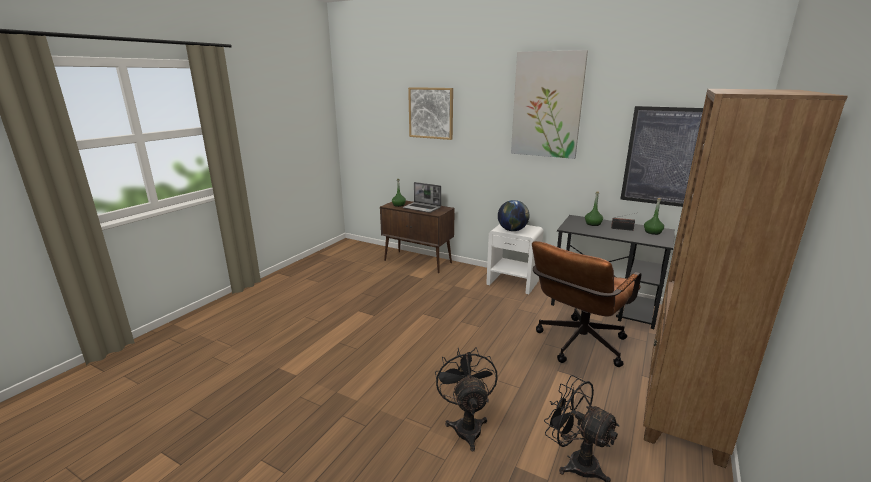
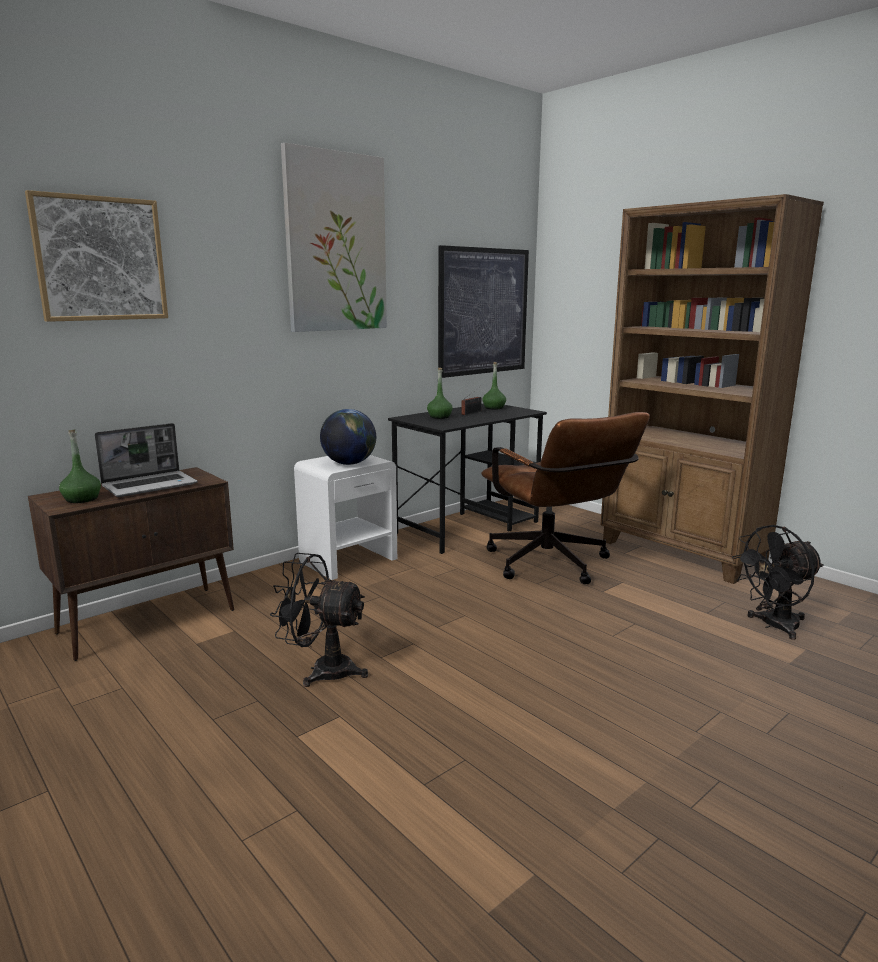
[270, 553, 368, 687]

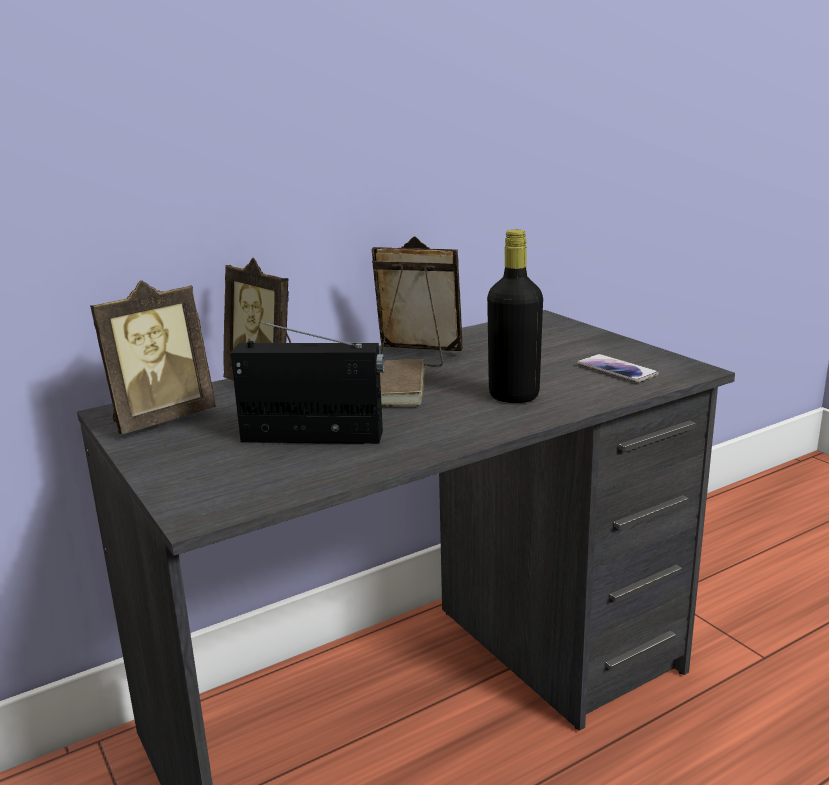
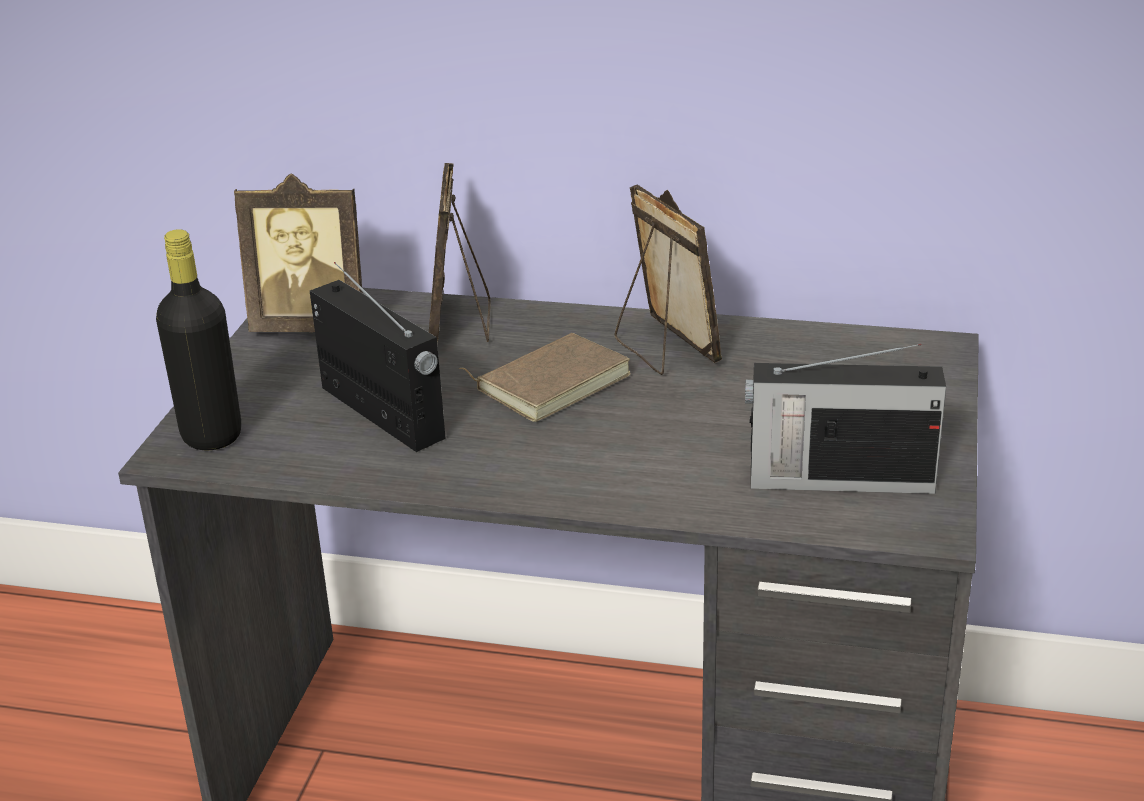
[156, 229, 241, 450]
[745, 344, 946, 494]

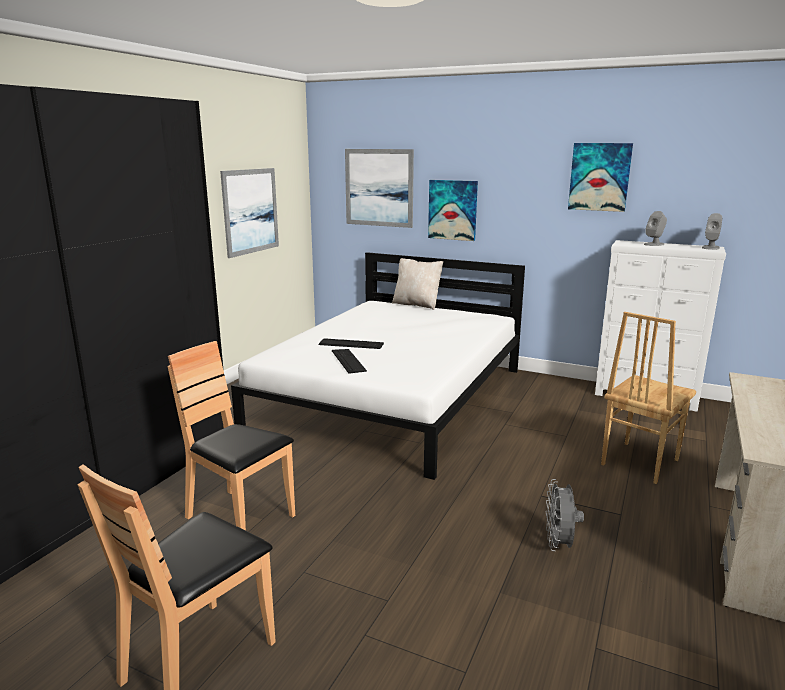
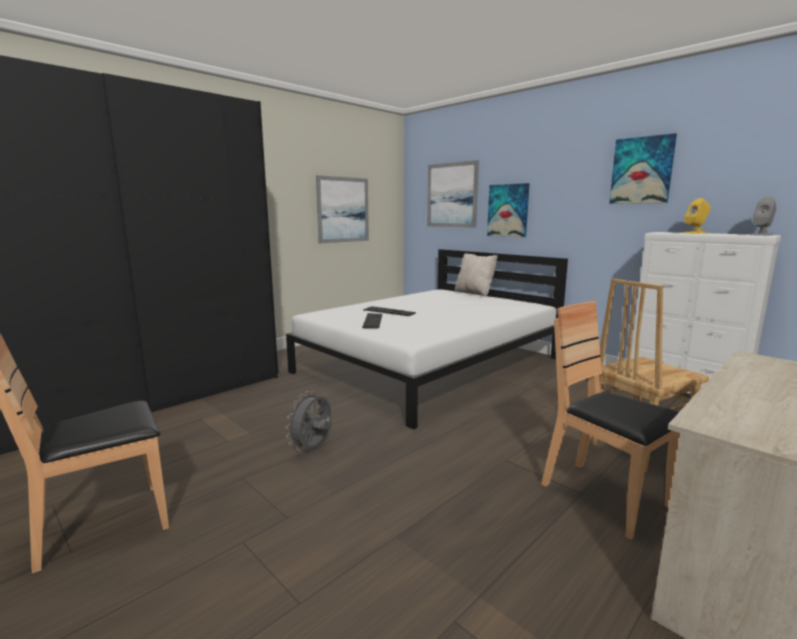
[683, 198, 711, 234]
[541, 301, 680, 540]
[285, 391, 331, 450]

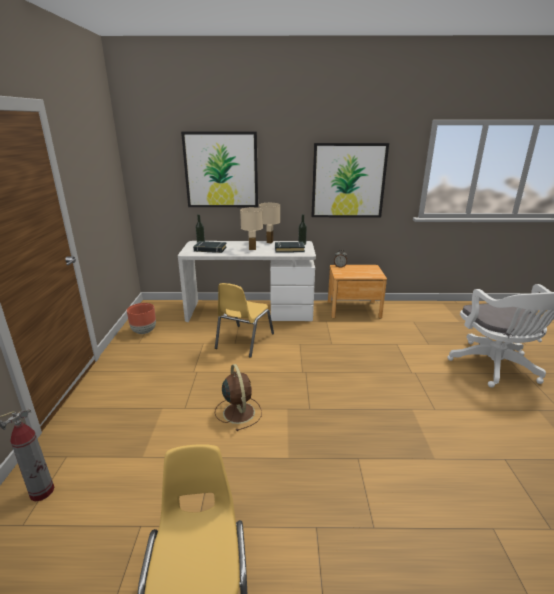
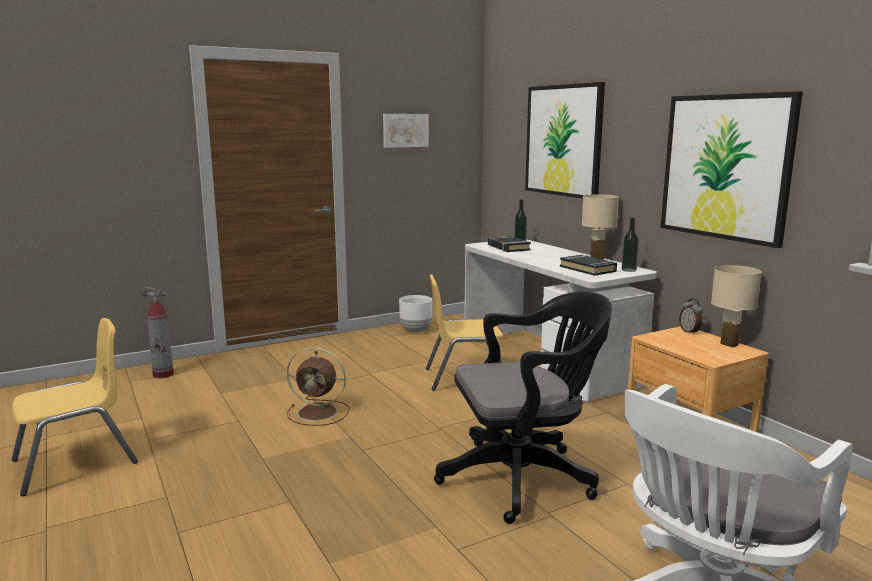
[711, 265, 762, 348]
[399, 295, 432, 333]
[286, 347, 349, 426]
[383, 114, 429, 148]
[434, 292, 612, 524]

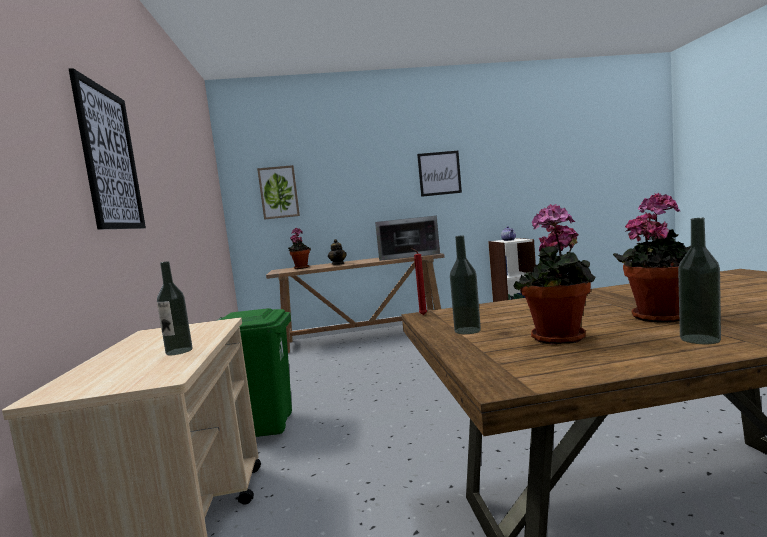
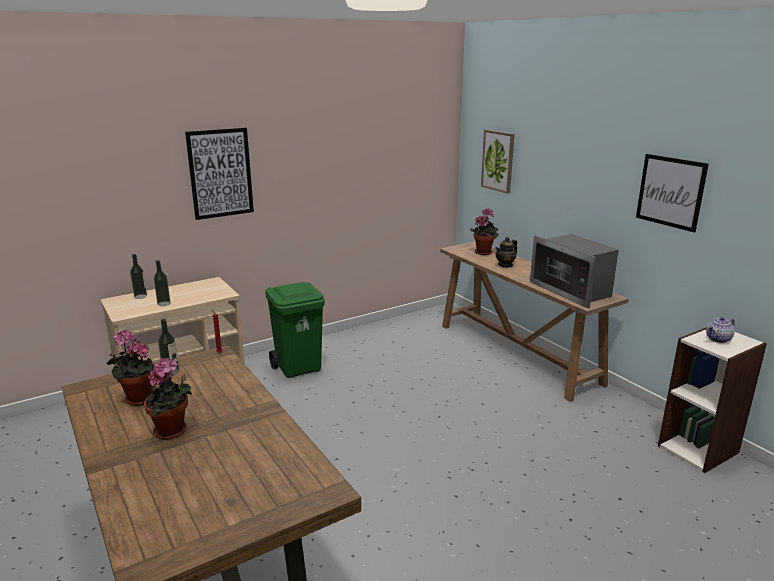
[130, 254, 147, 299]

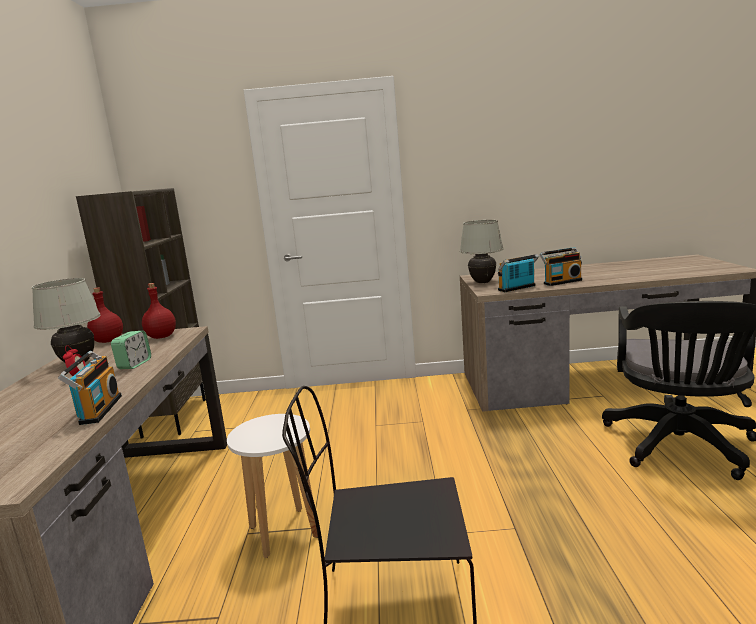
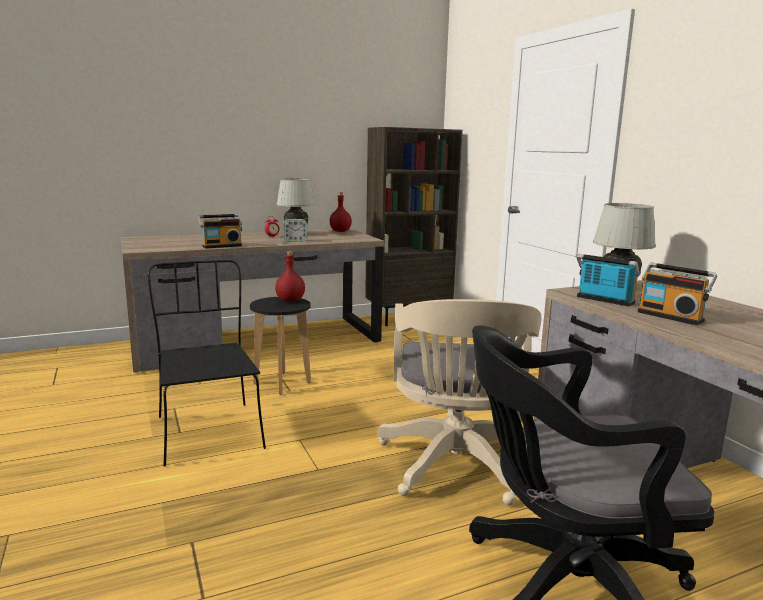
[275, 251, 305, 302]
[250, 297, 311, 395]
[377, 299, 541, 506]

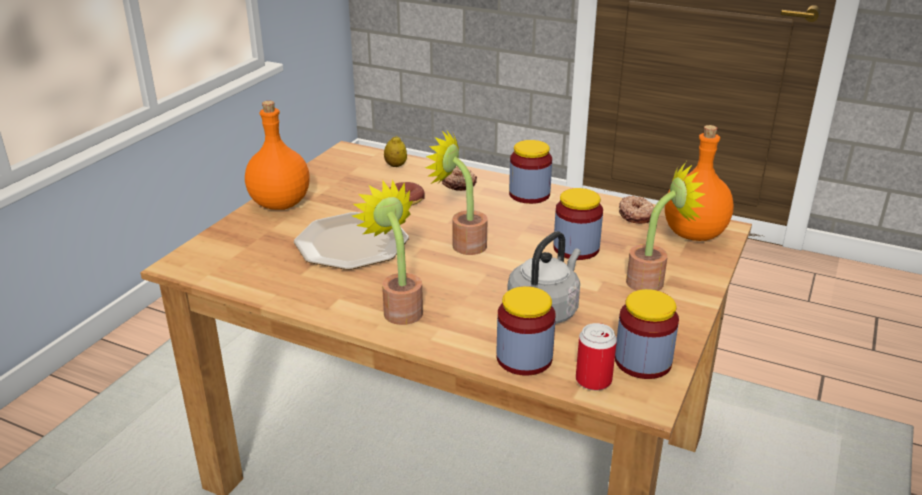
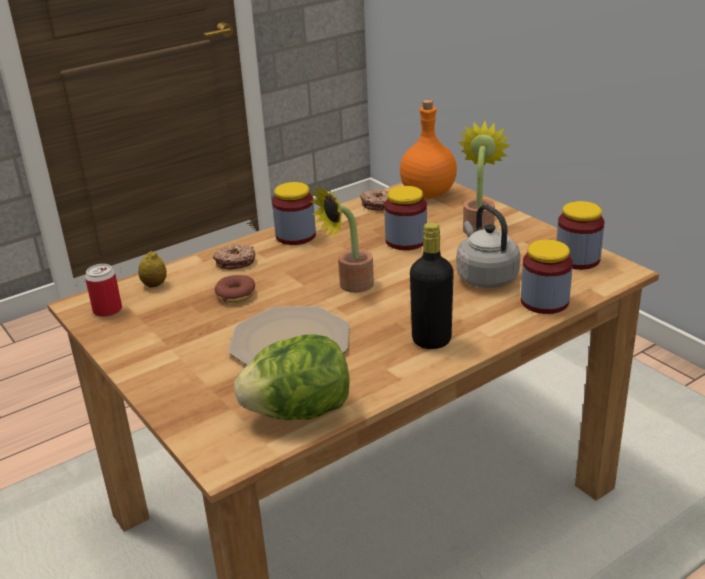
[245, 101, 310, 210] (first image)
[410, 222, 454, 349]
[85, 264, 122, 317]
[234, 334, 349, 420]

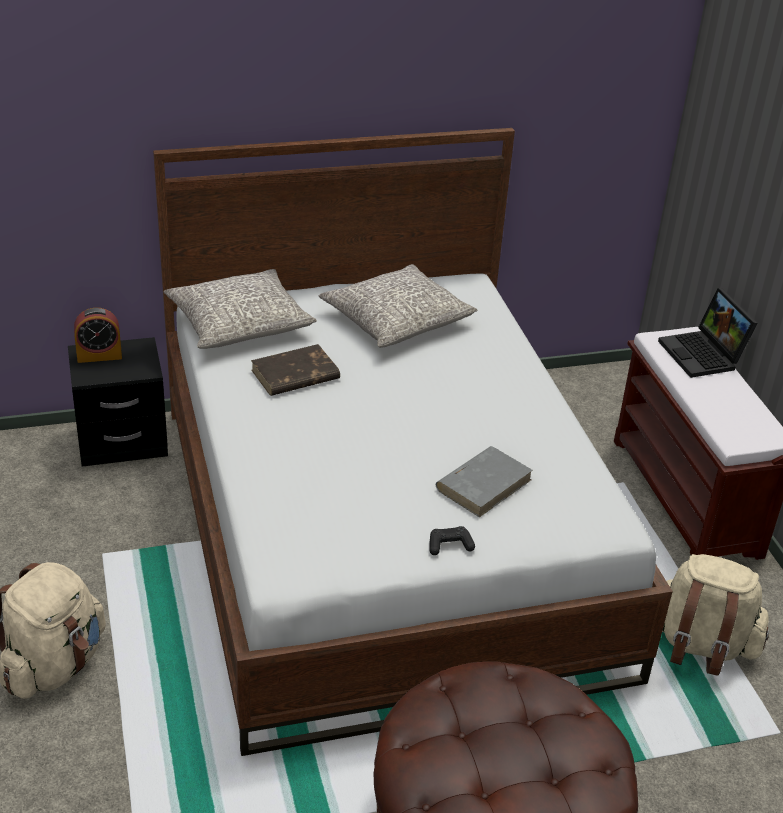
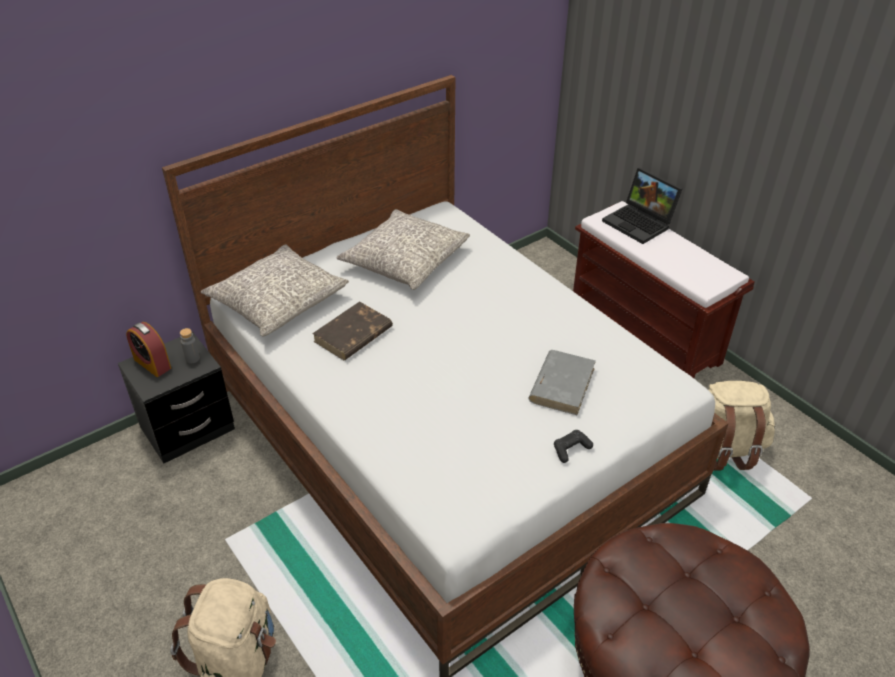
[126, 322, 171, 377]
[180, 328, 200, 363]

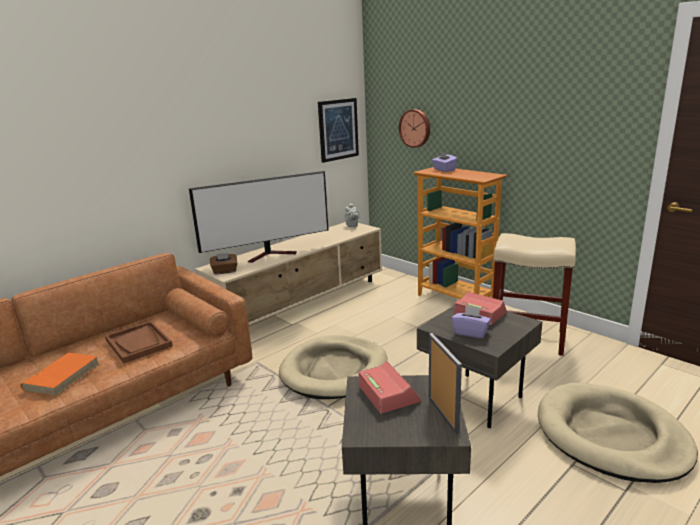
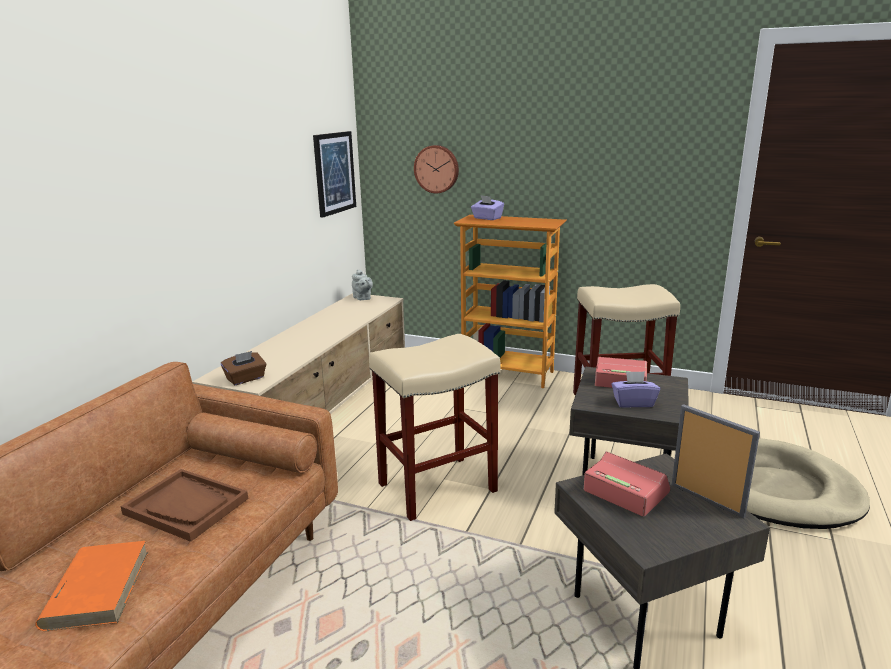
[189, 171, 329, 263] (first image)
[369, 334, 501, 521]

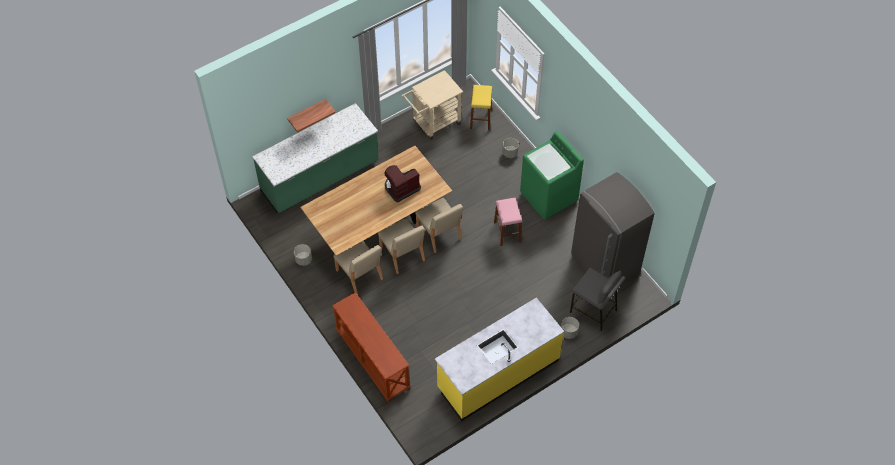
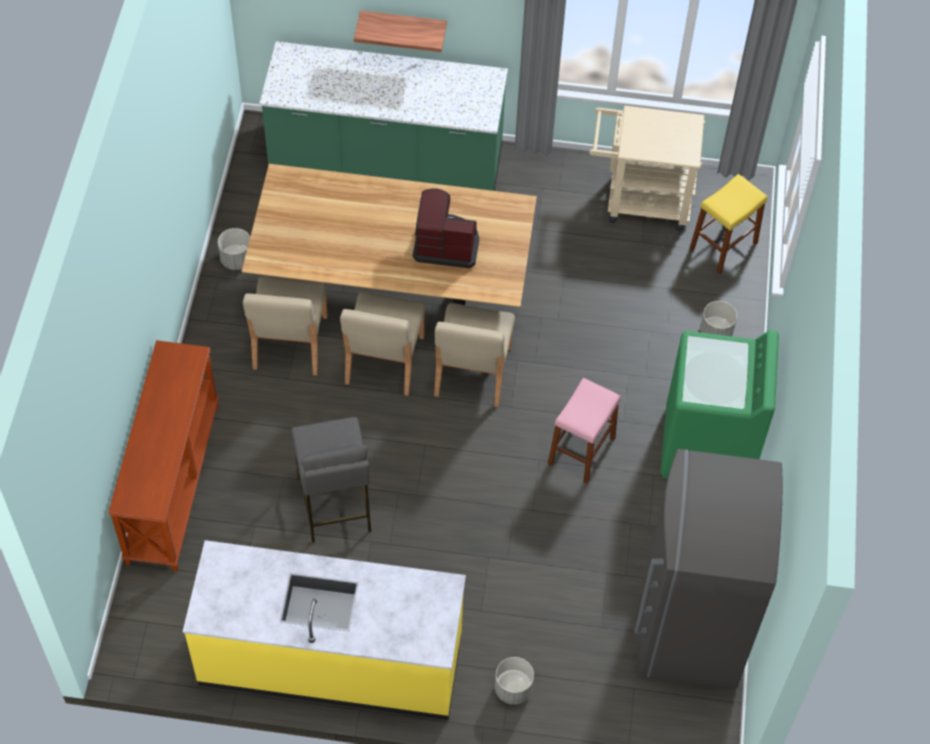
[291, 417, 371, 543]

